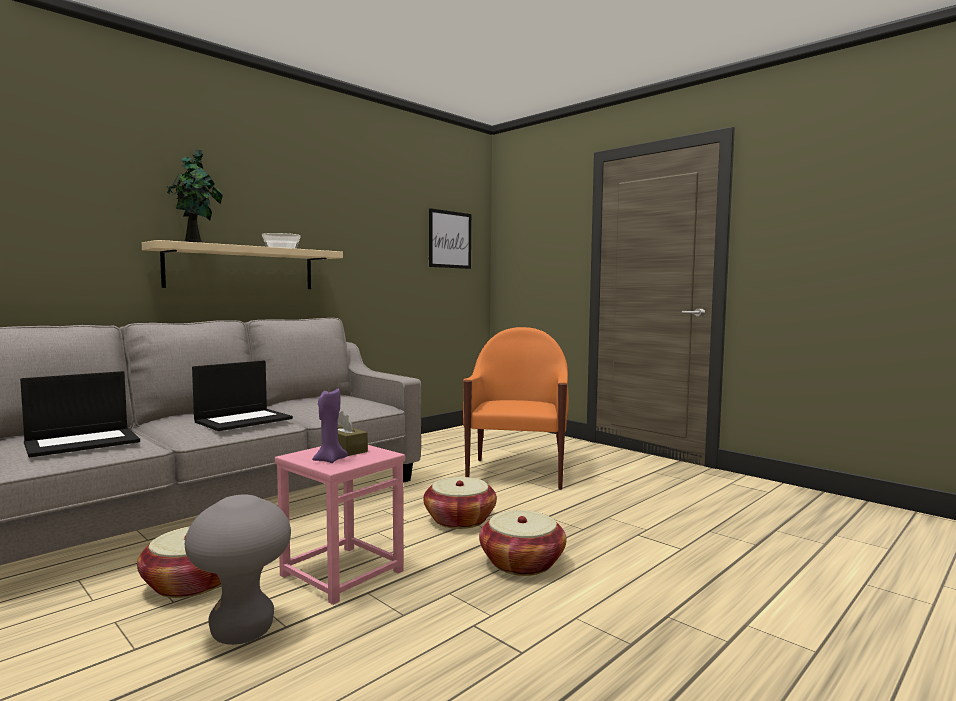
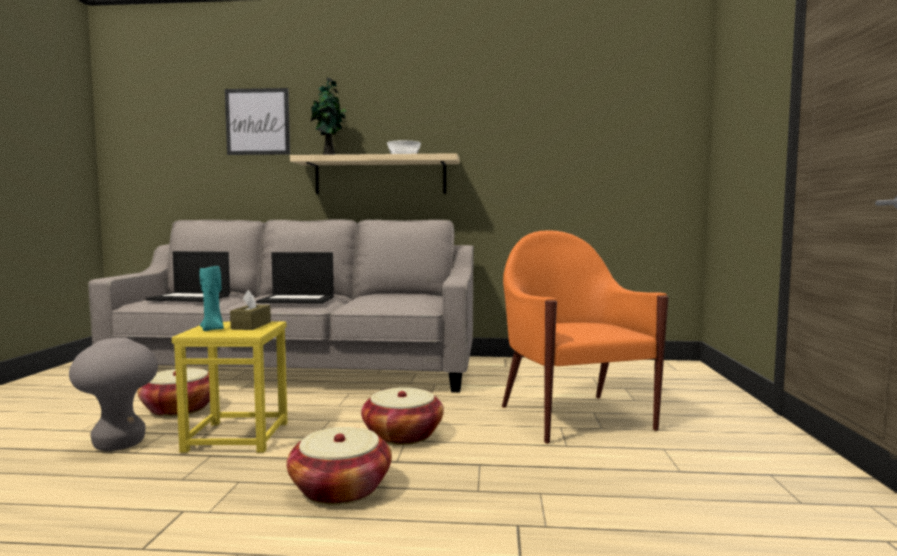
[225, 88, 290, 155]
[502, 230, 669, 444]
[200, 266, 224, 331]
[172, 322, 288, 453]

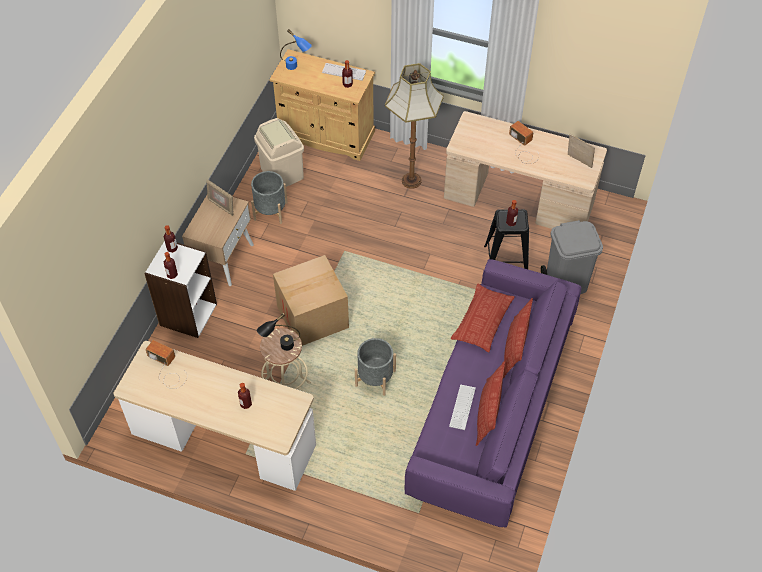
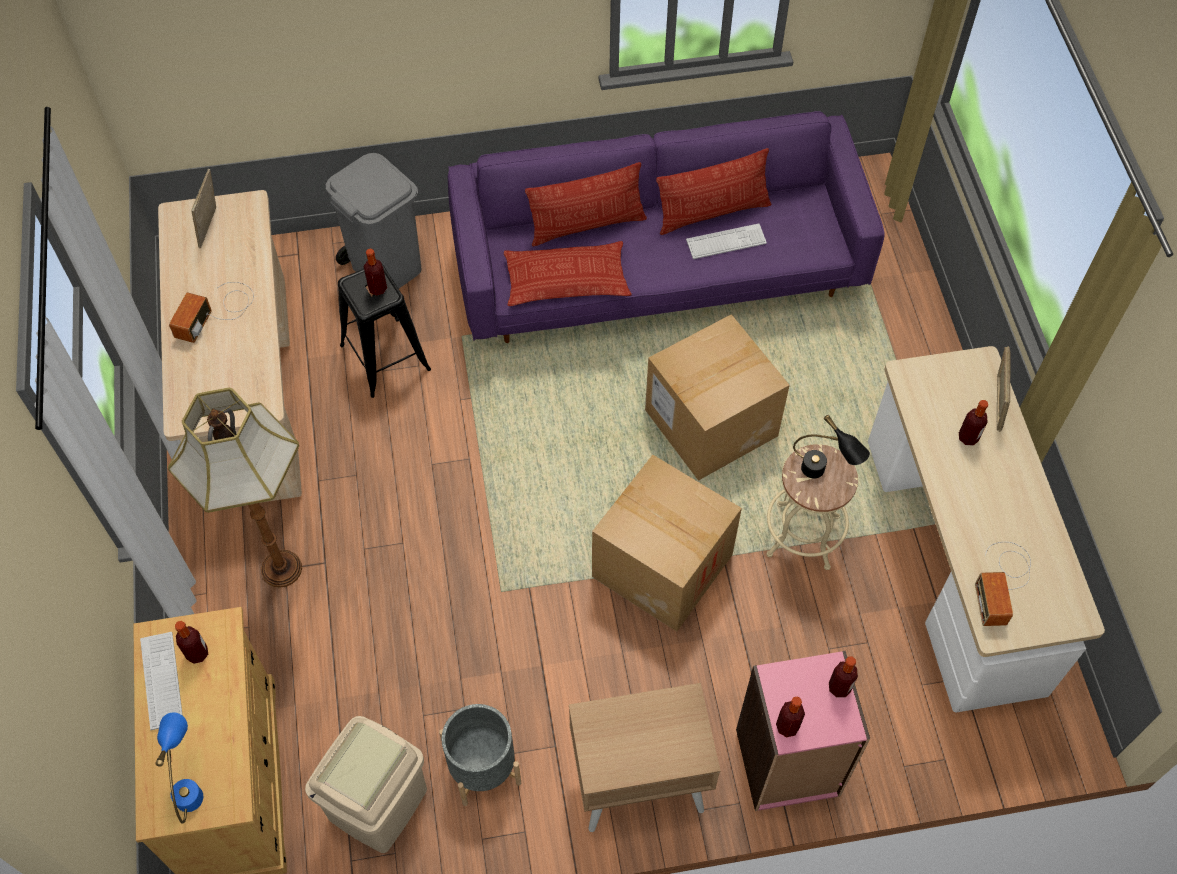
[997, 346, 1010, 432]
[736, 651, 870, 811]
[645, 314, 790, 481]

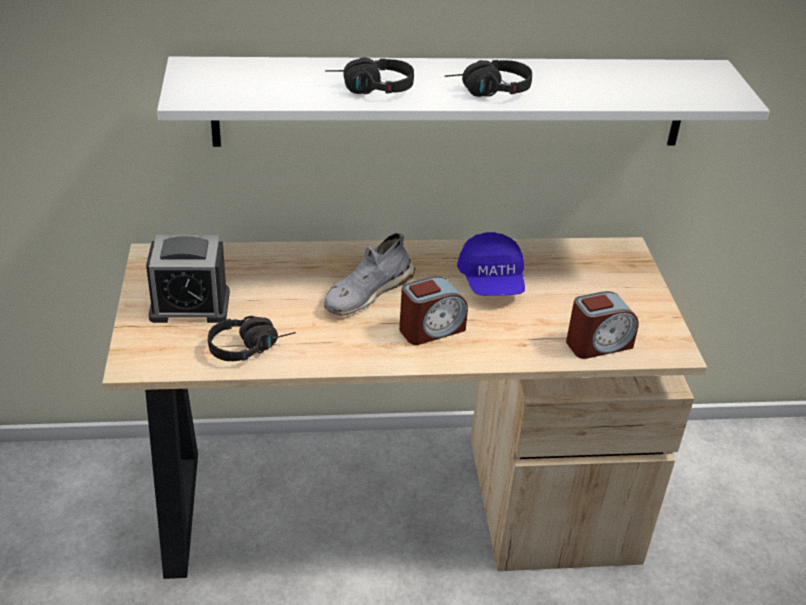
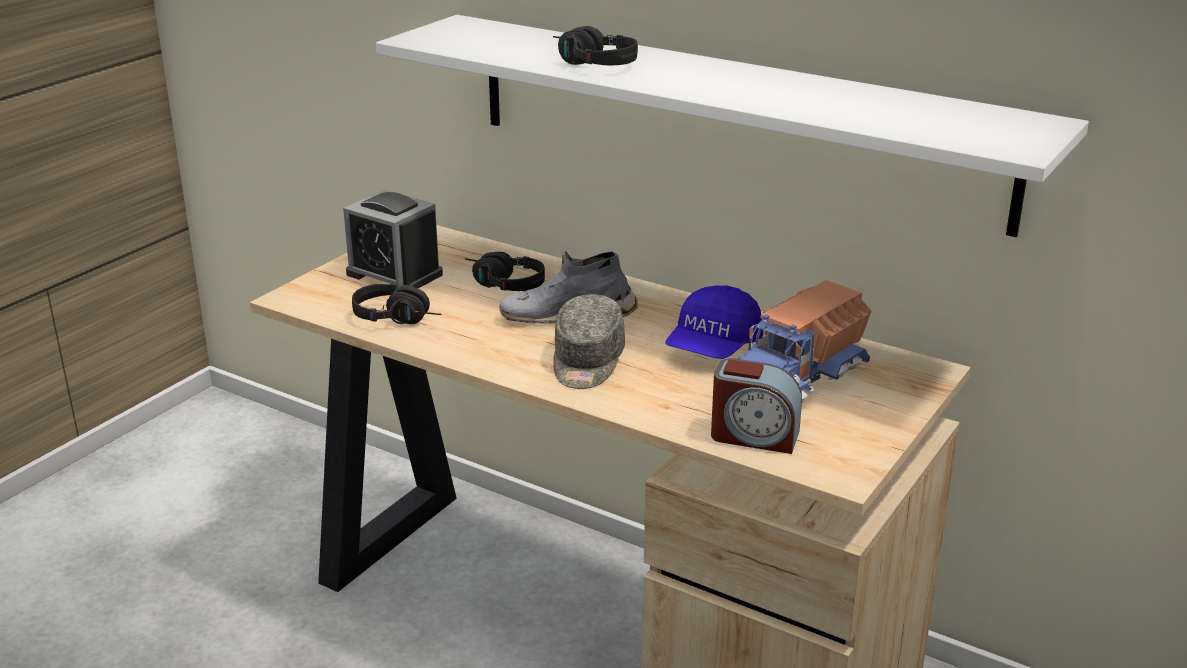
[465, 252, 545, 291]
[553, 294, 625, 389]
[737, 280, 871, 402]

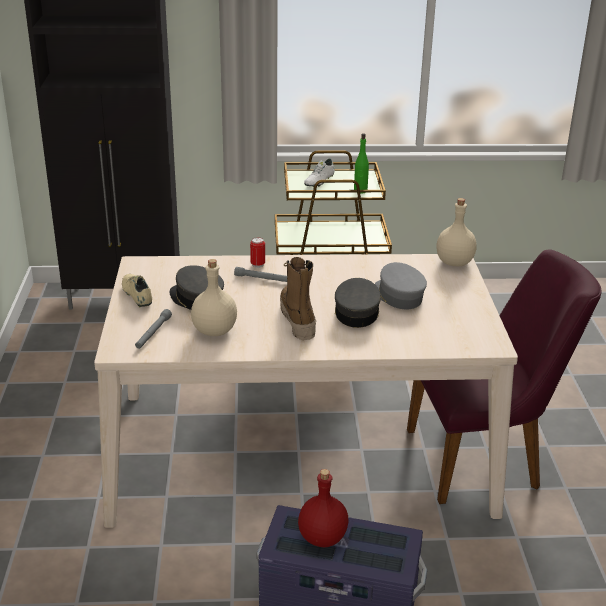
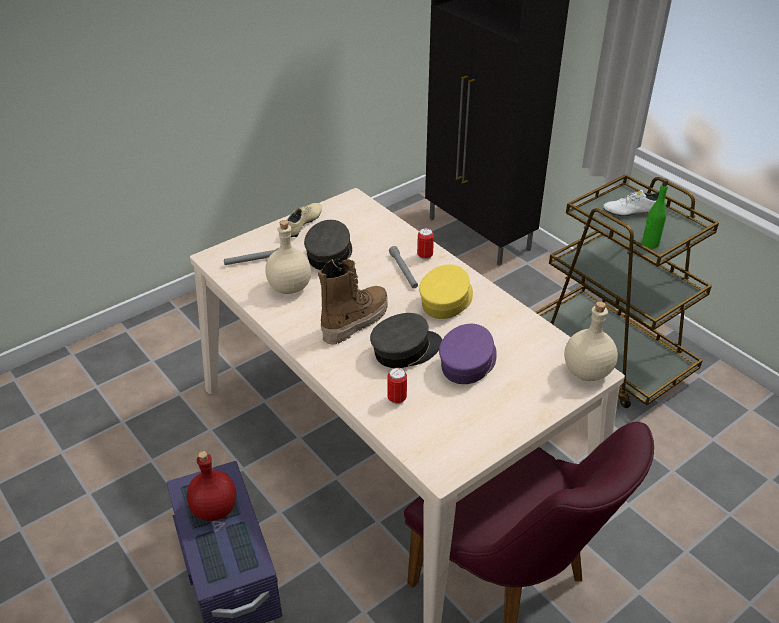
[439, 324, 497, 384]
[419, 264, 473, 319]
[387, 368, 407, 404]

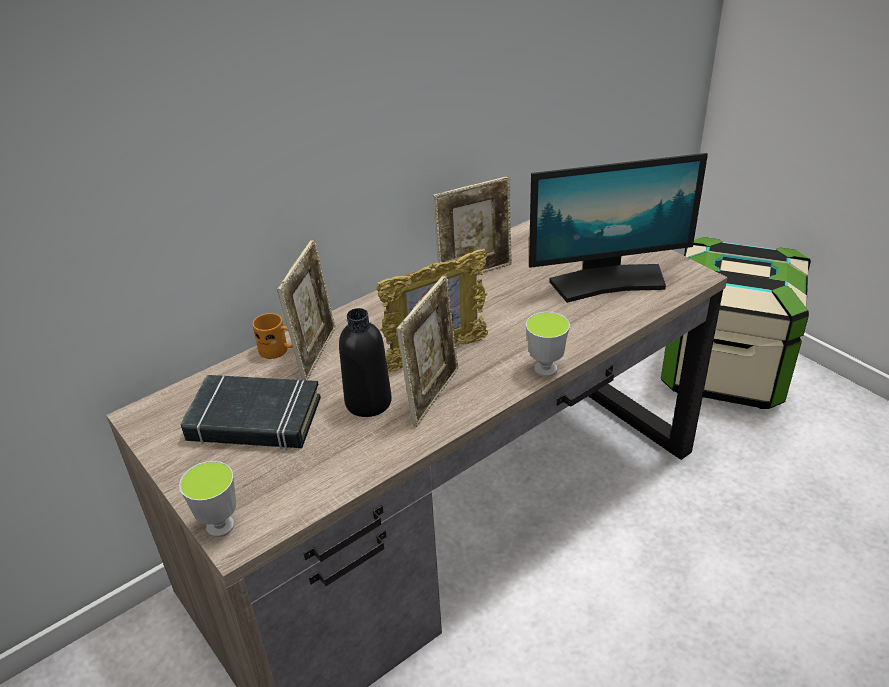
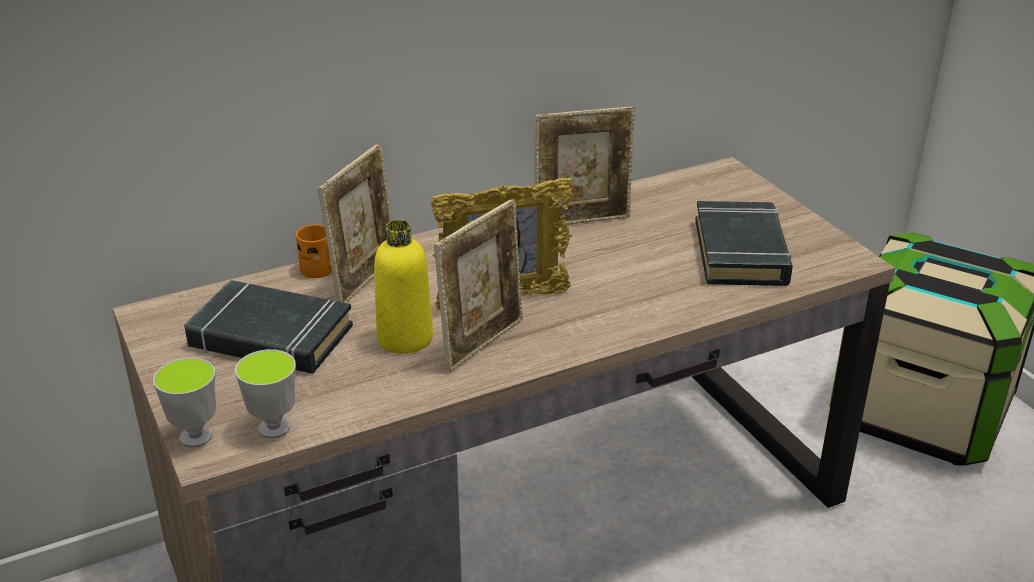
[695, 201, 793, 286]
[374, 220, 433, 354]
[235, 349, 296, 439]

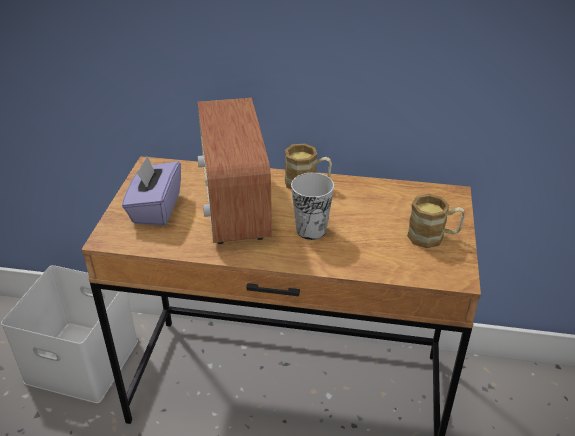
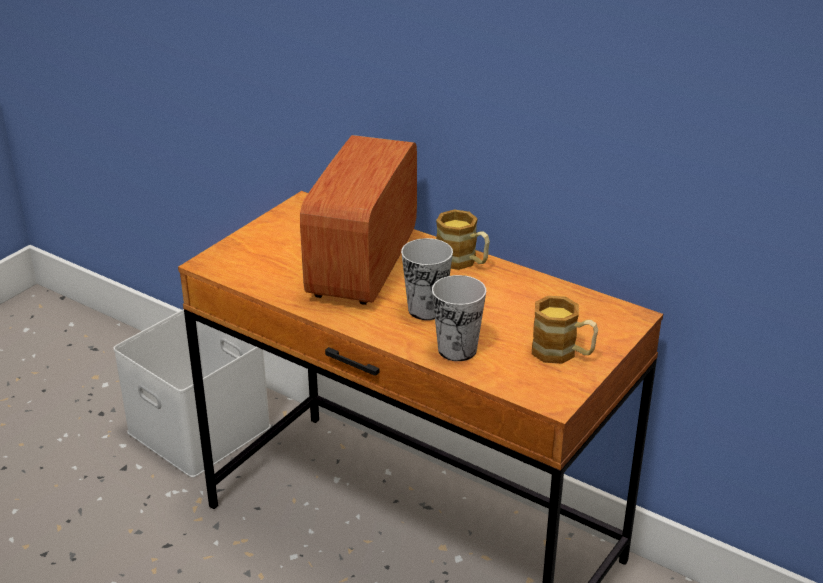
[122, 156, 181, 226] (first image)
[432, 275, 486, 361]

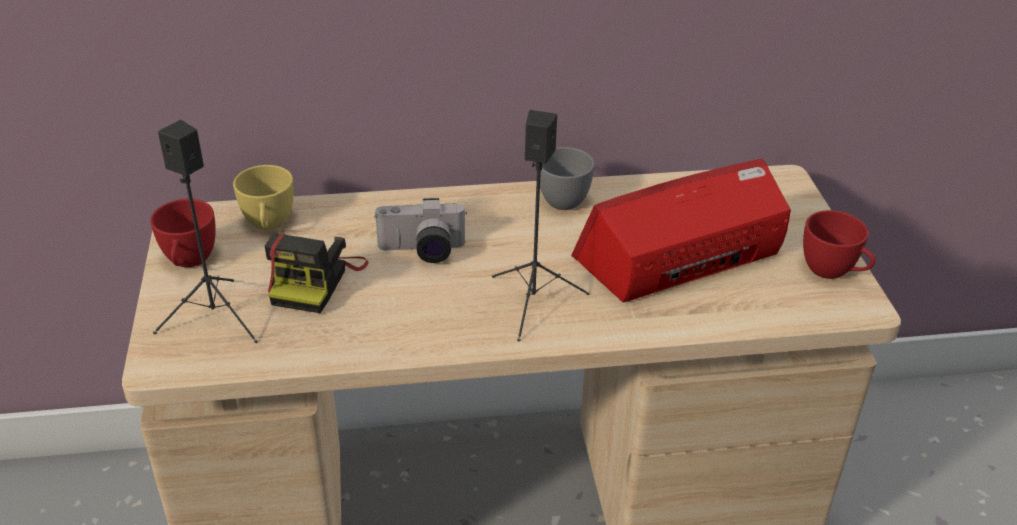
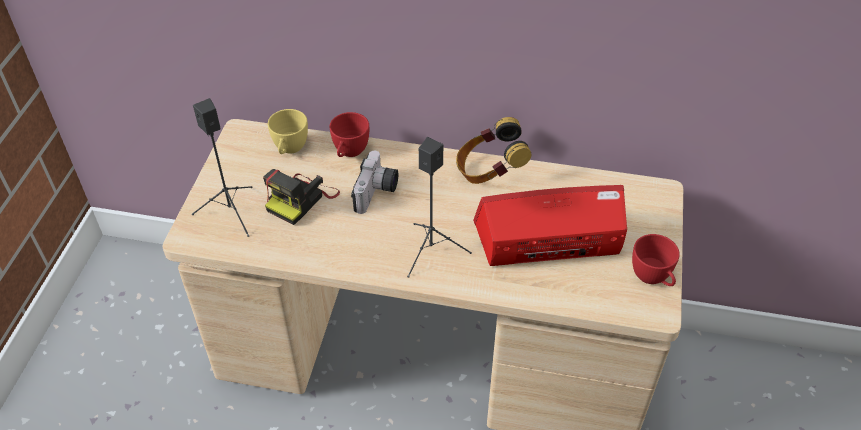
[456, 117, 531, 184]
[351, 151, 399, 214]
[330, 112, 369, 157]

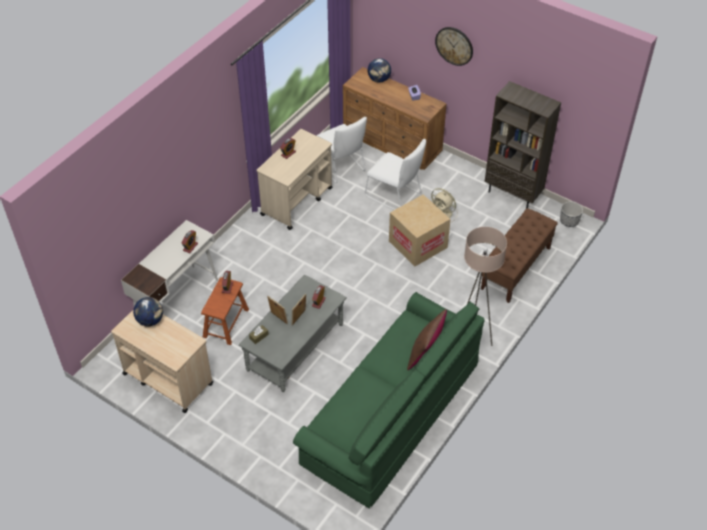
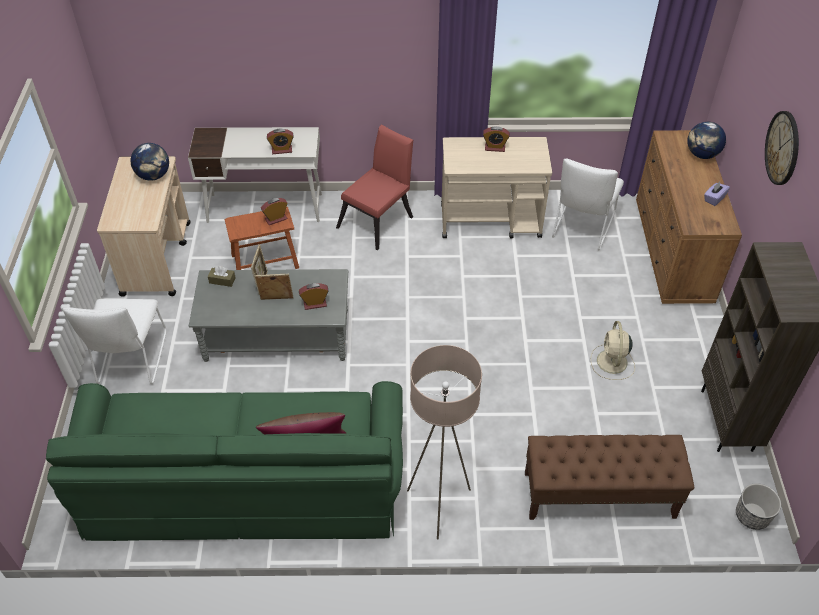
[62, 299, 166, 384]
[389, 194, 451, 266] (first image)
[336, 125, 413, 250]

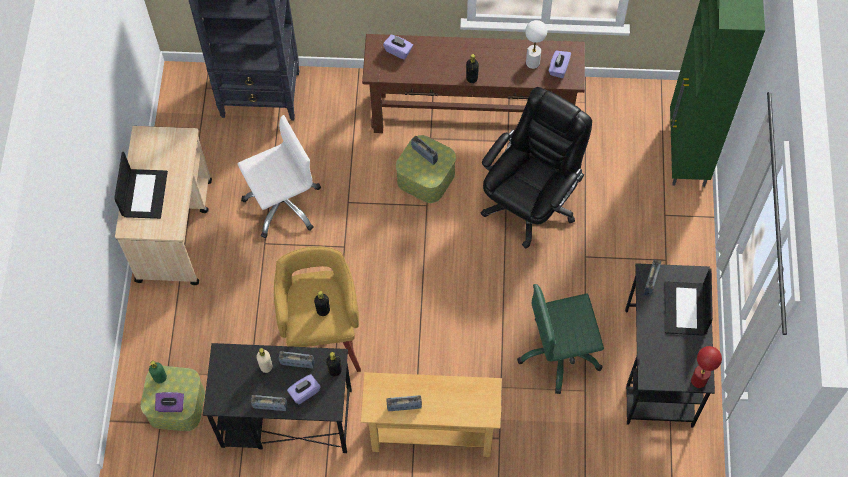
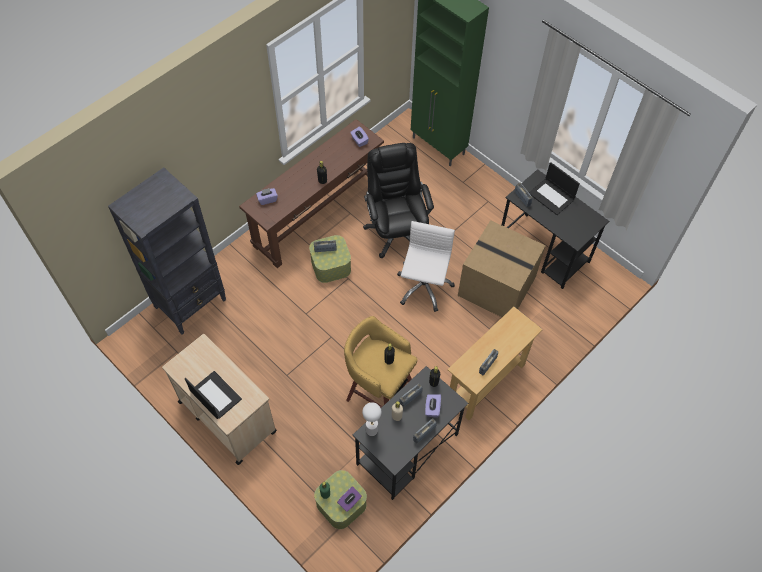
[362, 402, 382, 436]
[397, 221, 455, 312]
[458, 220, 546, 317]
[691, 346, 722, 388] (first image)

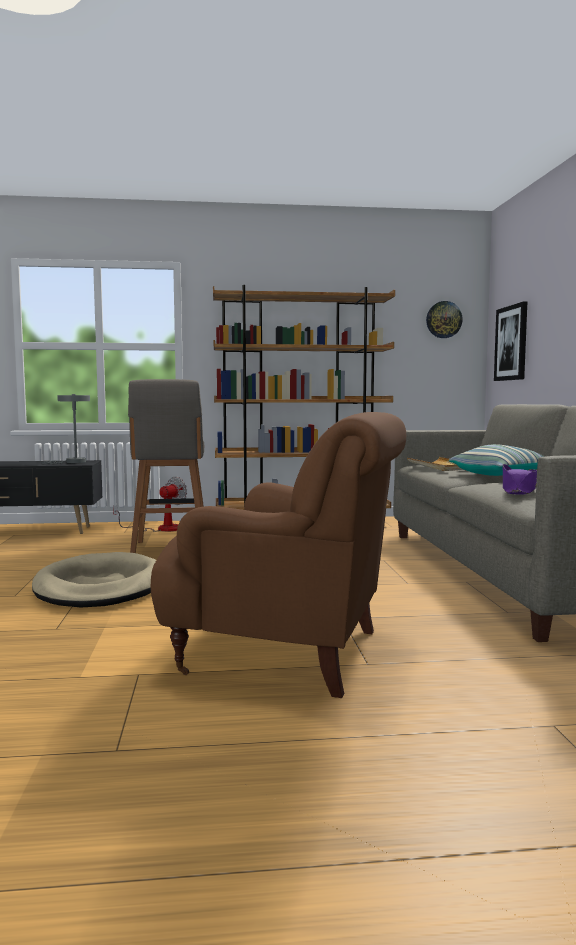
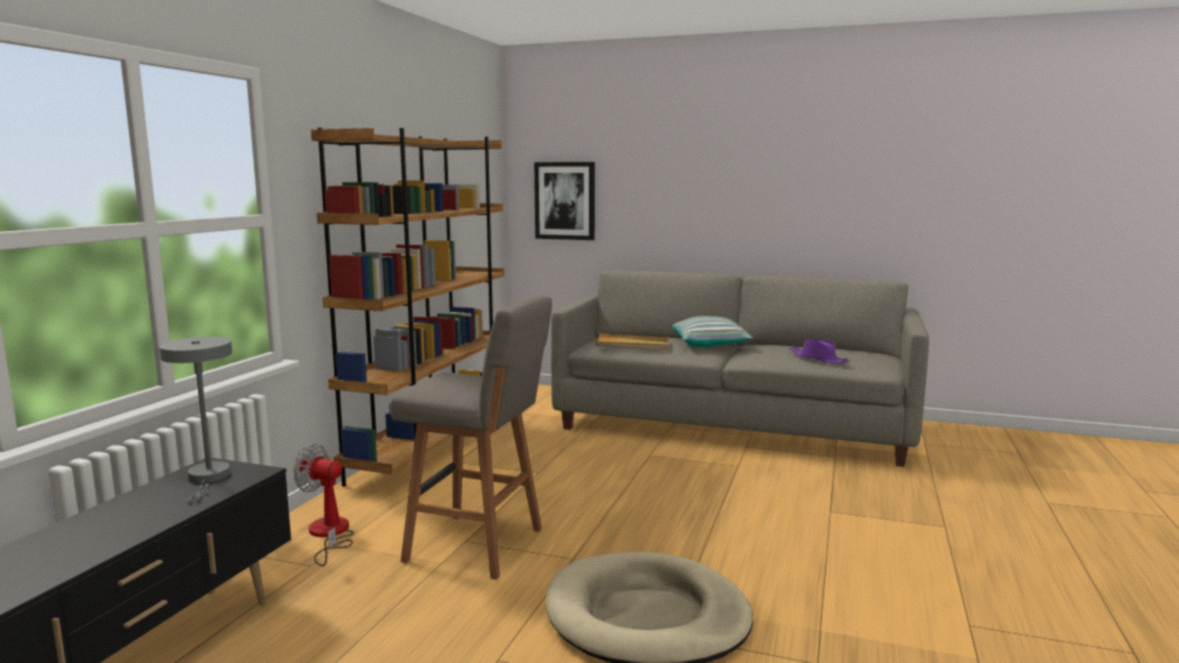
[426, 301, 463, 338] (first image)
[151, 412, 406, 698] (first image)
[293, 444, 354, 566]

